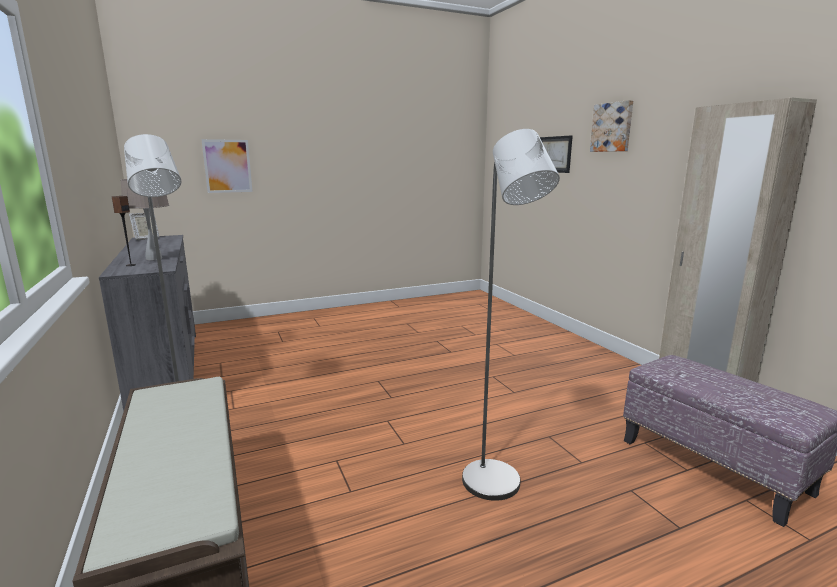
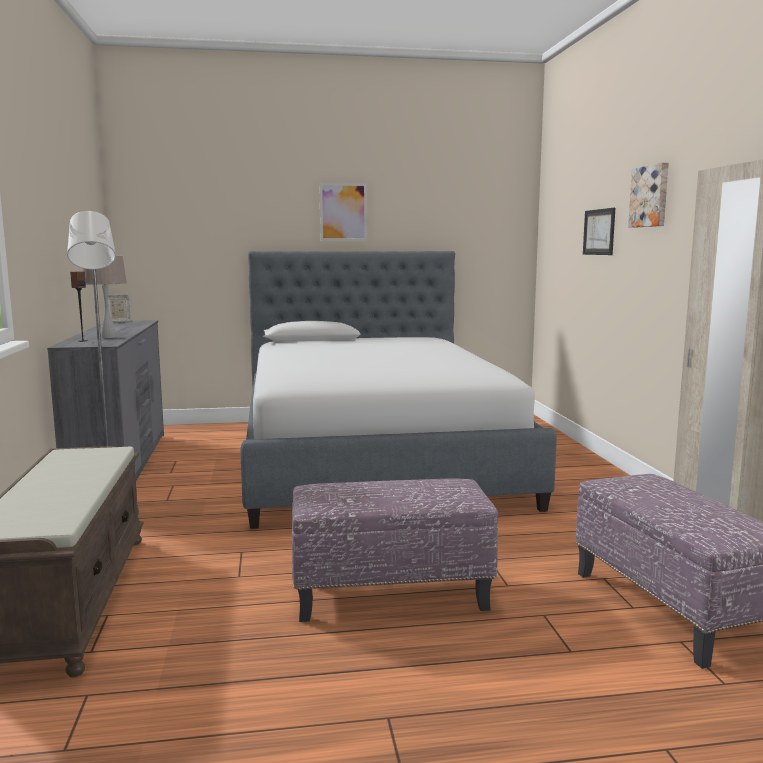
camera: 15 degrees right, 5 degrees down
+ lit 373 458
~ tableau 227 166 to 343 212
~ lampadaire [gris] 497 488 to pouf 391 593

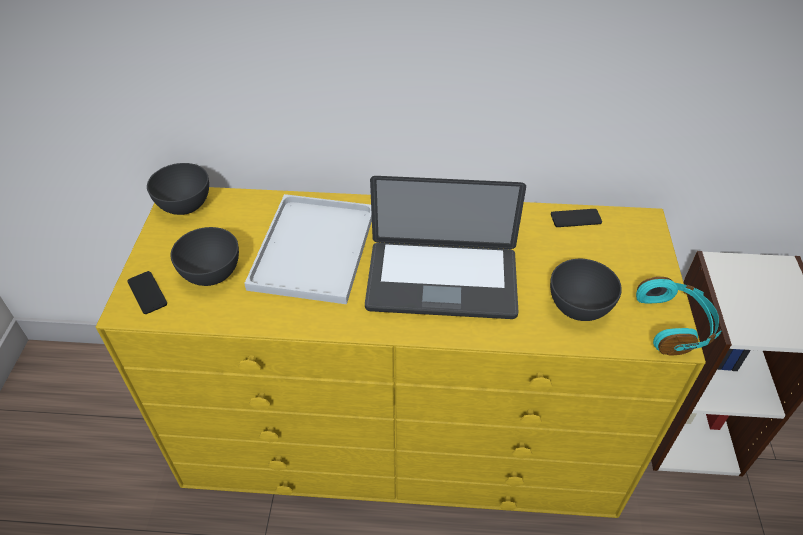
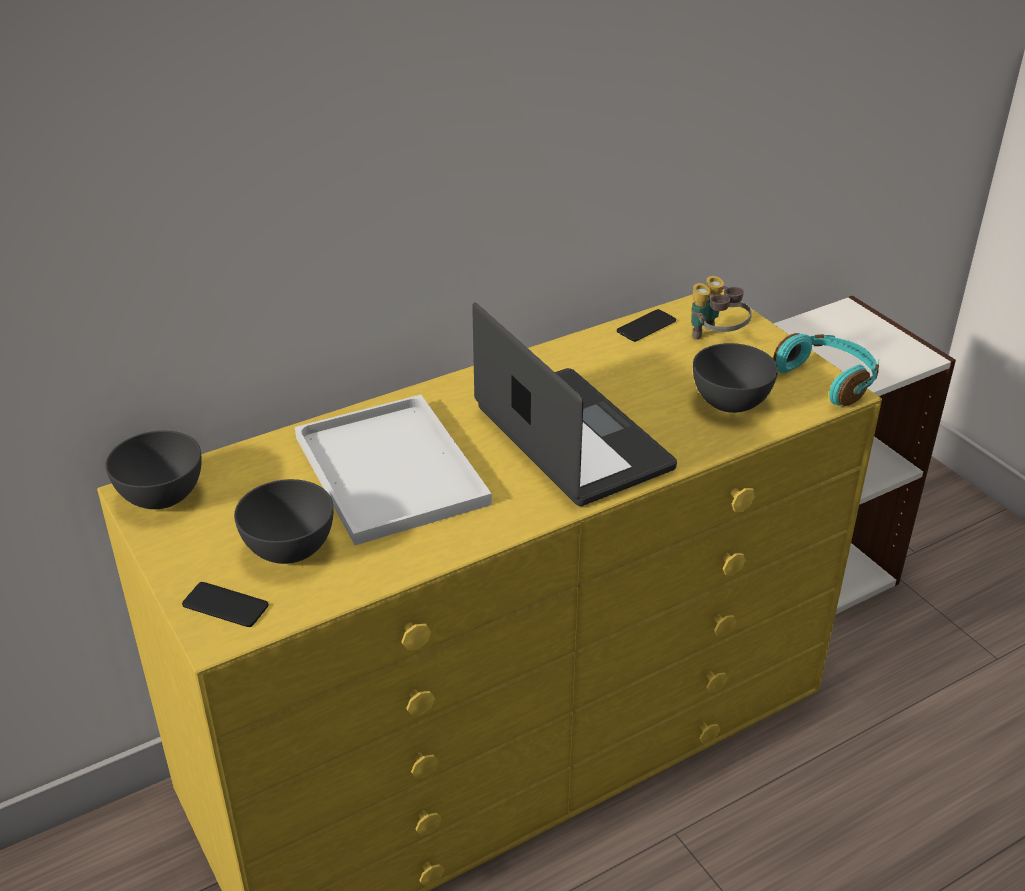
camera: 35 degrees left, 10 degrees down
+ jumelles 715 339
~ ordinateur portable 442 281 = 572 439 90 degrees counterclockwise

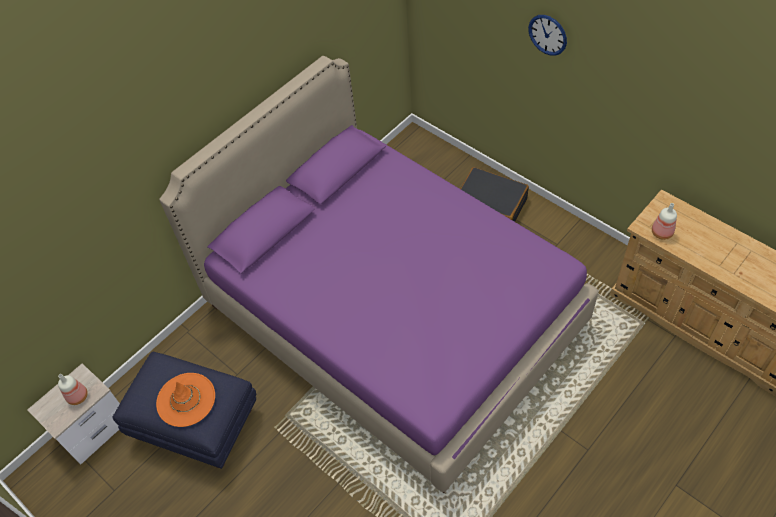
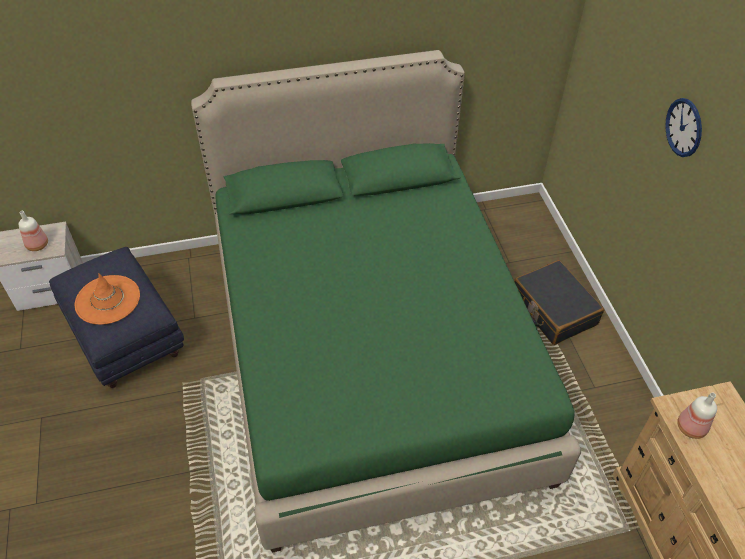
camera: 30 degrees right, 5 degrees down
~ lit [violet] 393 315 to lit [vert] 371 353

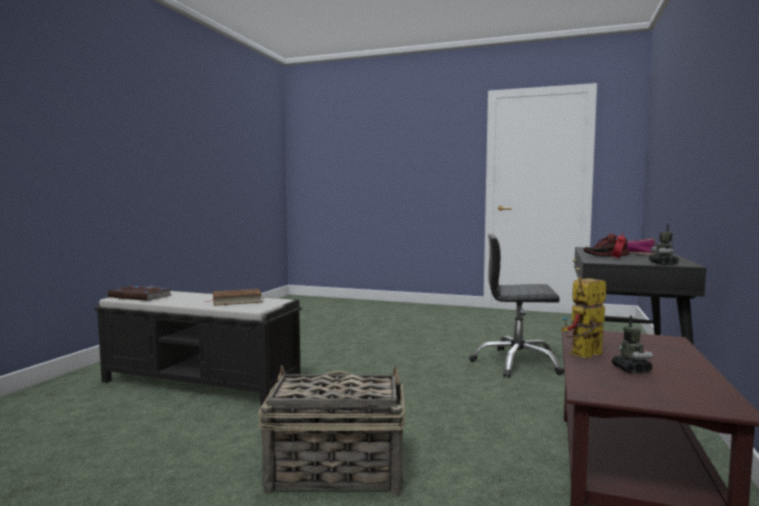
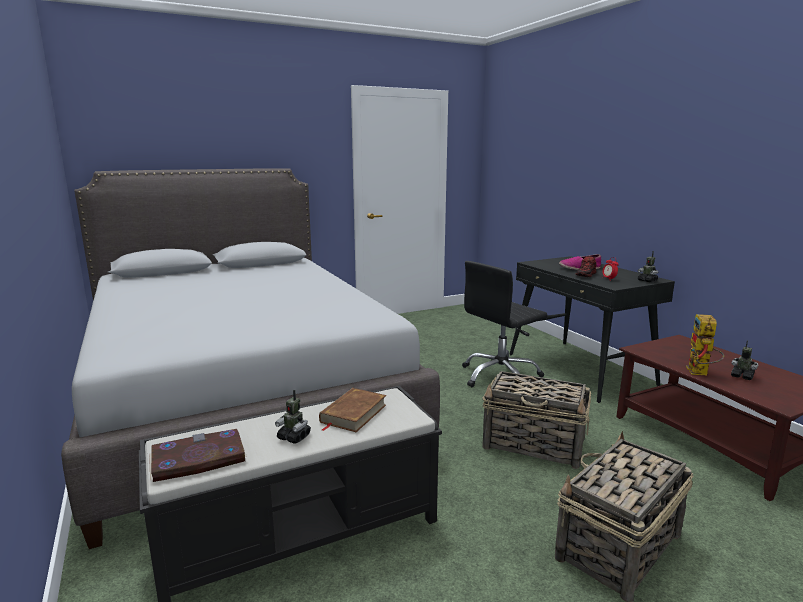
camera: 45 degrees left, 10 degrees up
+ lit [gris] 241 397
+ robot jouet 294 437
+ panier 534 444

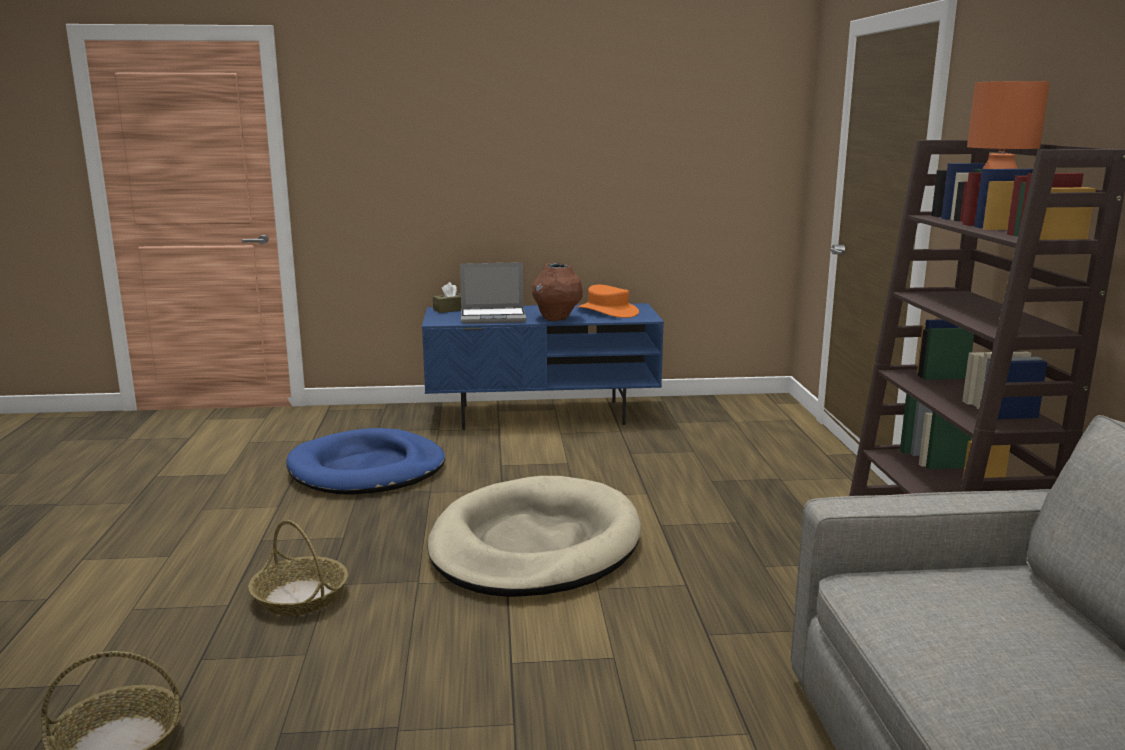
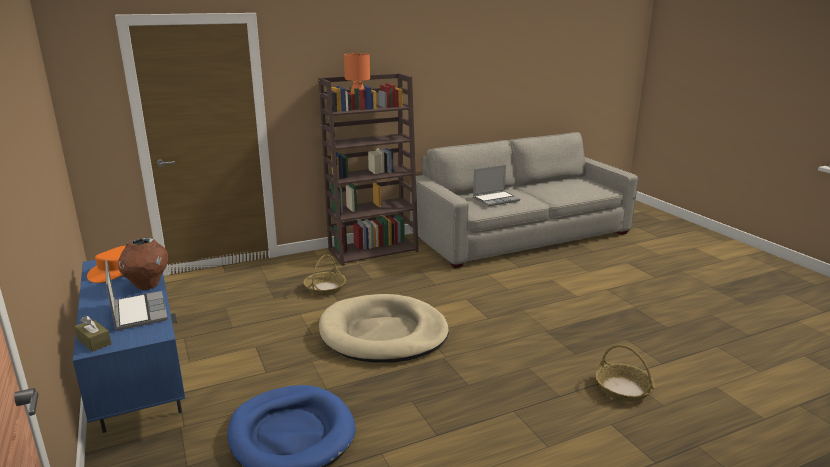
camera: 110 degrees left, 5 degrees up
+ ordinateur portable 496 199
~ panier 301 597 to 325 288

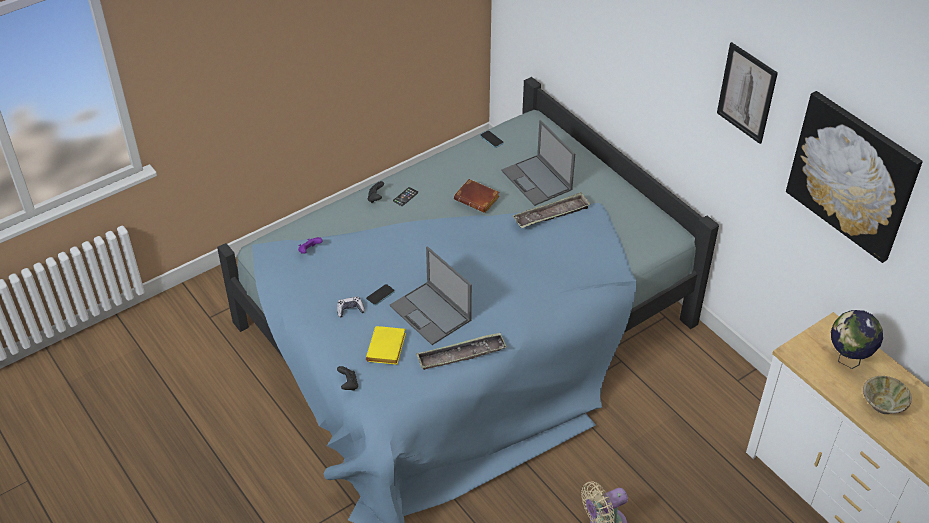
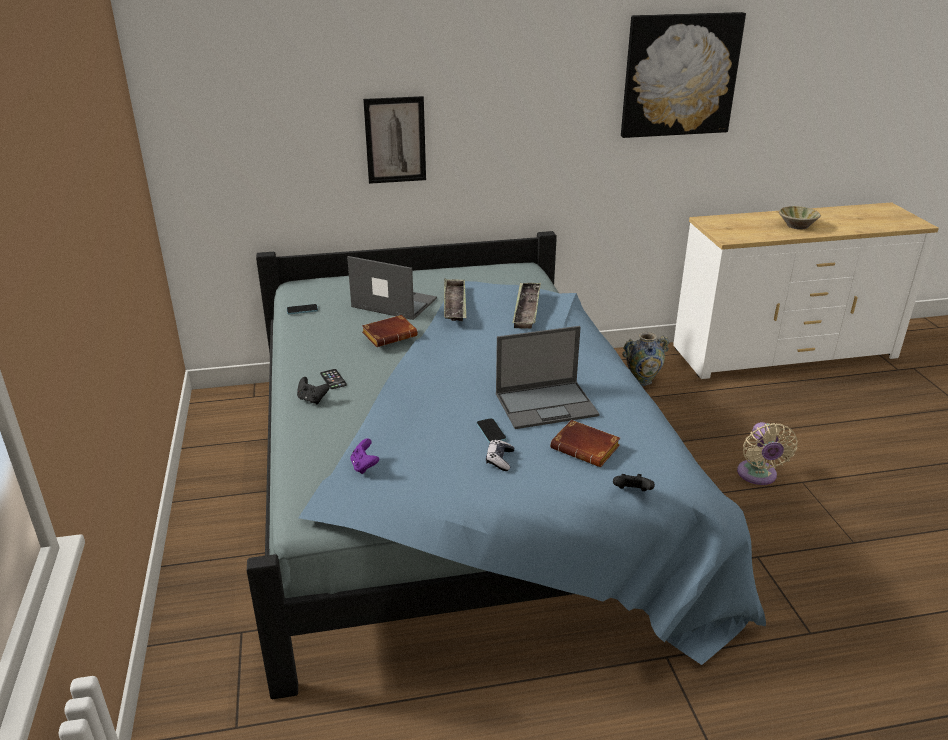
camera: 65 degrees left, 15 degrees down
- globe 848 359
+ vase 642 381
~ plateau 461 355 to 526 309
~ tableau 746 93 to 395 140
~ livre [jaune] 387 349 to livre [marron] 587 448
~ ordinateur portable 537 180 = 393 303 150 degrees counterclockwise

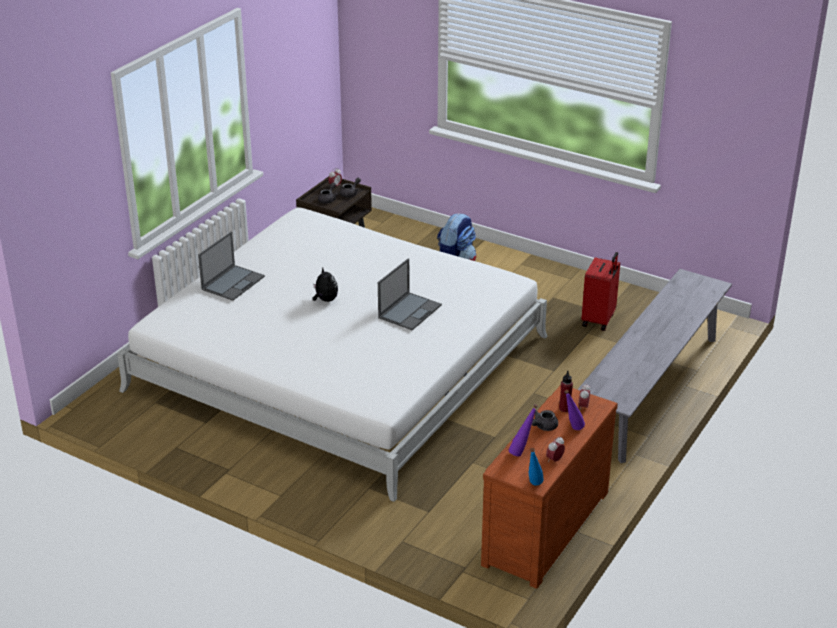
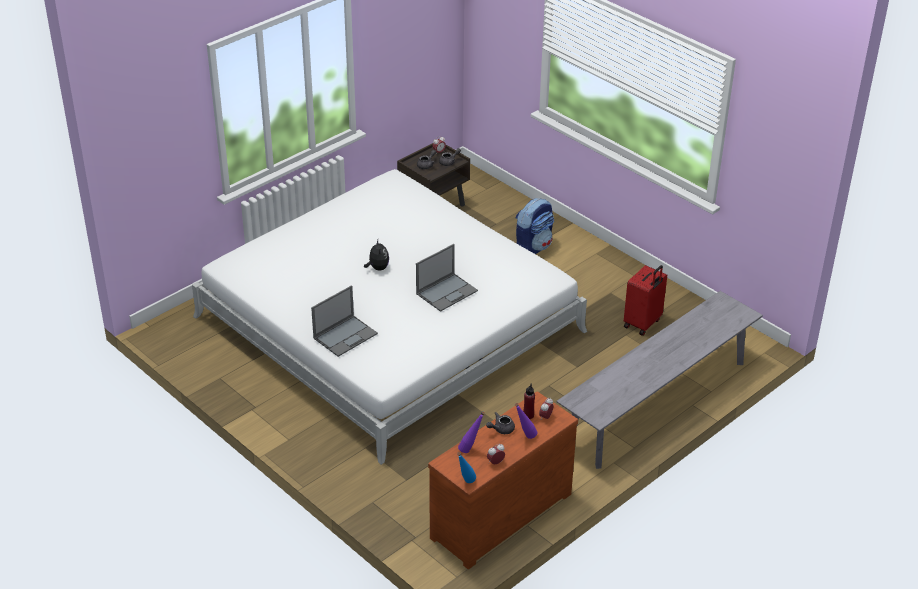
camera: 15 degrees right, 5 degrees up
~ ordinateur portable 233 282 to 345 335

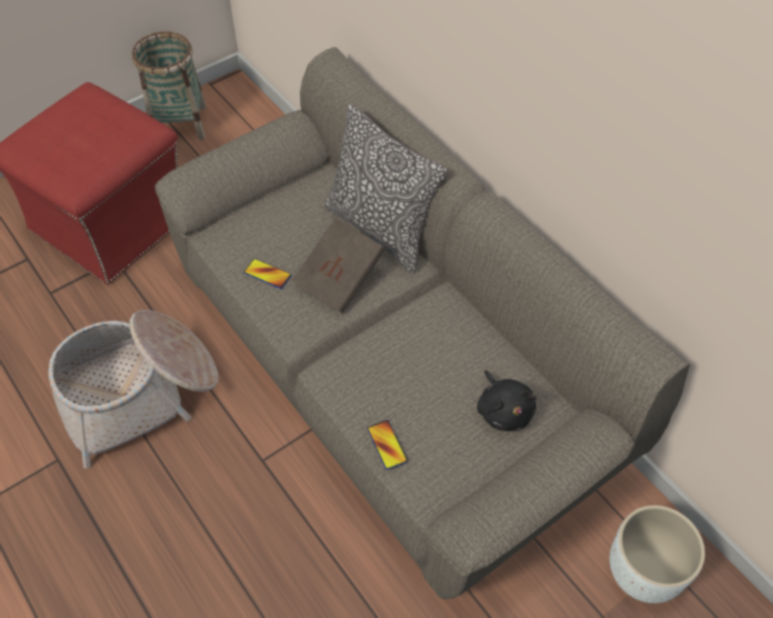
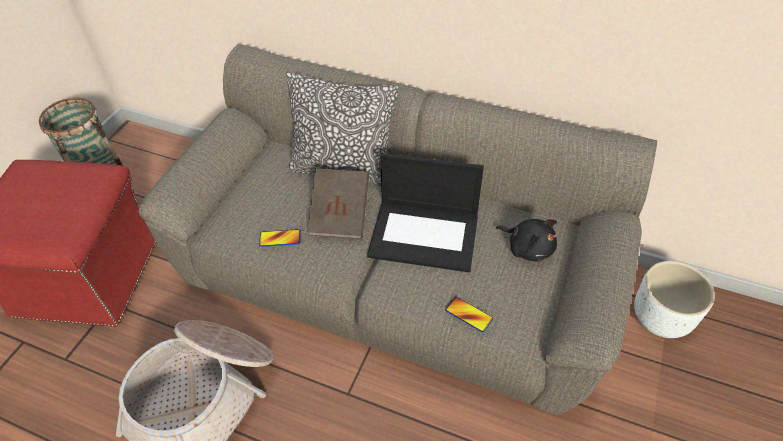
camera: 30 degrees left, 5 degrees down
+ ordinateur portable 425 235

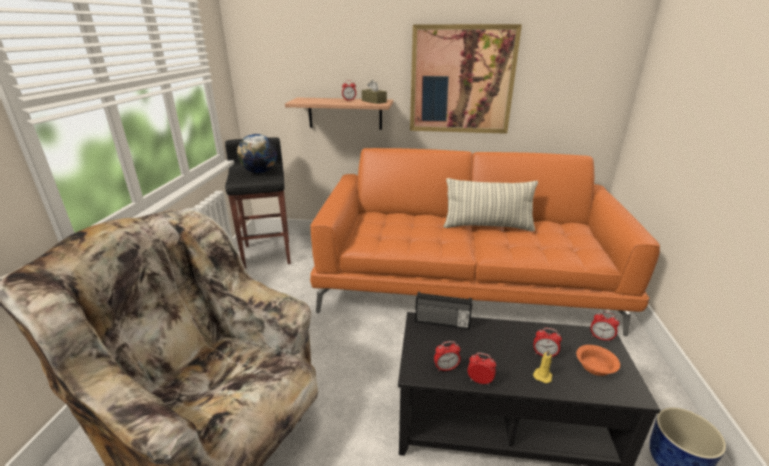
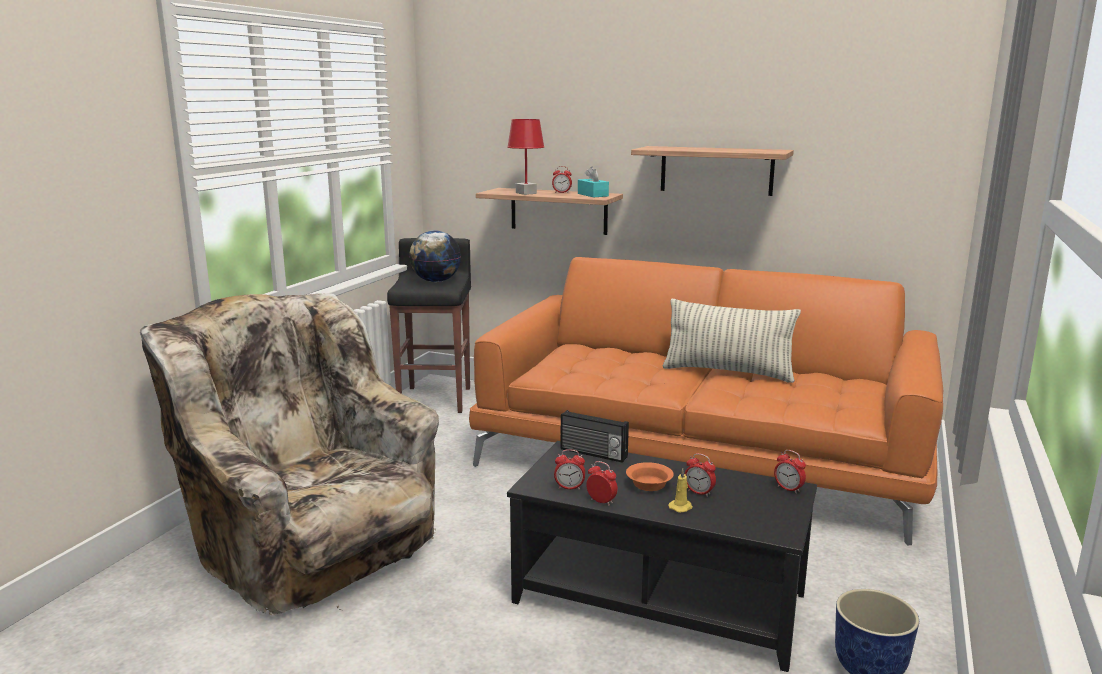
camera: 15 degrees right, 10 degrees down
+ lampe de table [rouge] 525 193
~ bol [orange] 594 366 to 648 485
~ tableau 461 80 to étagère 716 170
~ boîte à mouchoirs [marron] 374 101 to boîte à mouchoirs [turquoise] 592 195

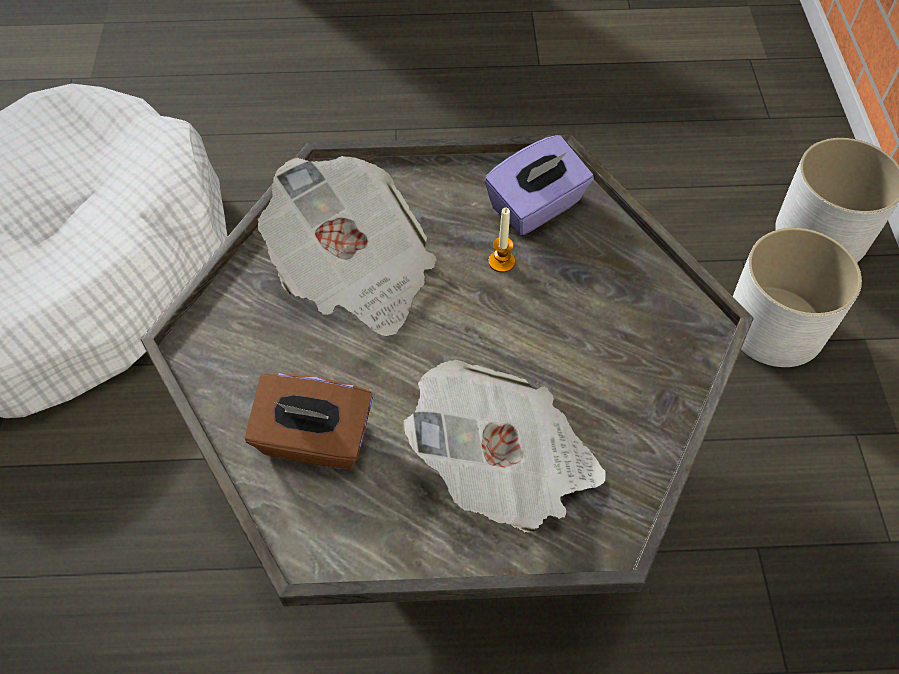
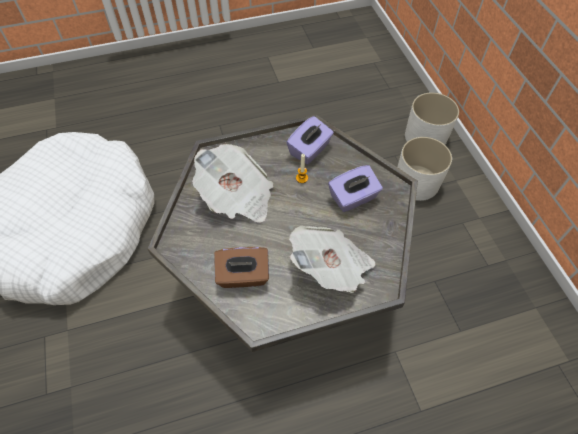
camera: 15 degrees left, 0 degrees up
+ boîte à mouchoirs [violet] 353 198

